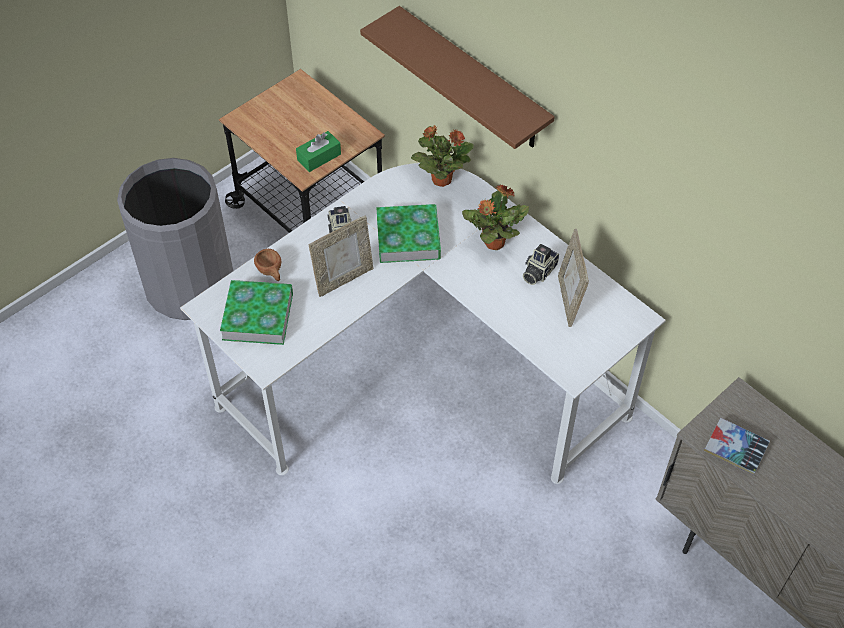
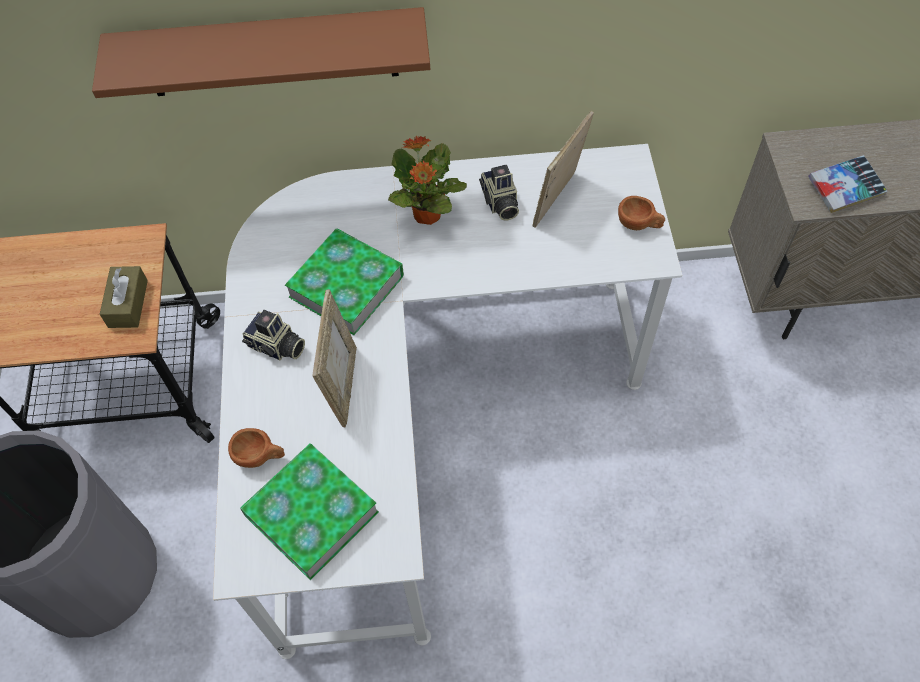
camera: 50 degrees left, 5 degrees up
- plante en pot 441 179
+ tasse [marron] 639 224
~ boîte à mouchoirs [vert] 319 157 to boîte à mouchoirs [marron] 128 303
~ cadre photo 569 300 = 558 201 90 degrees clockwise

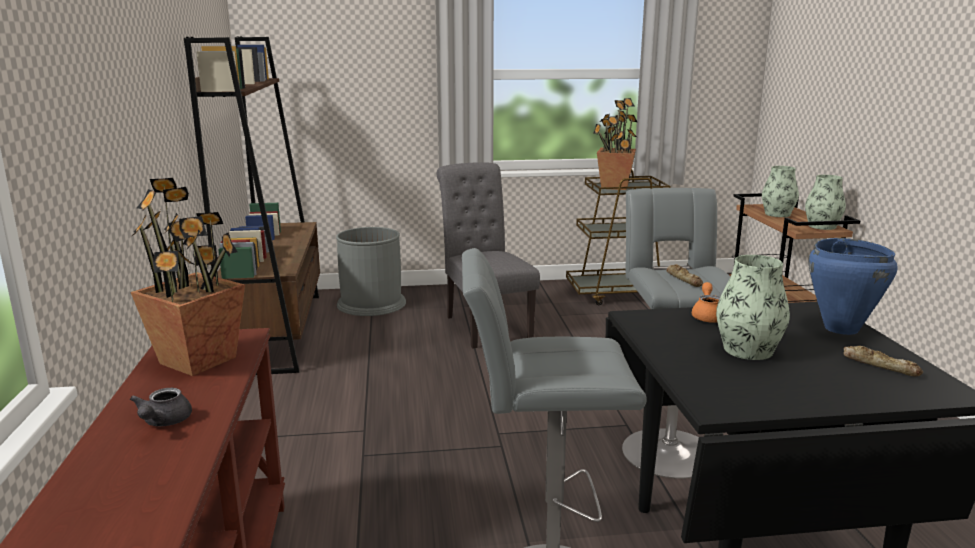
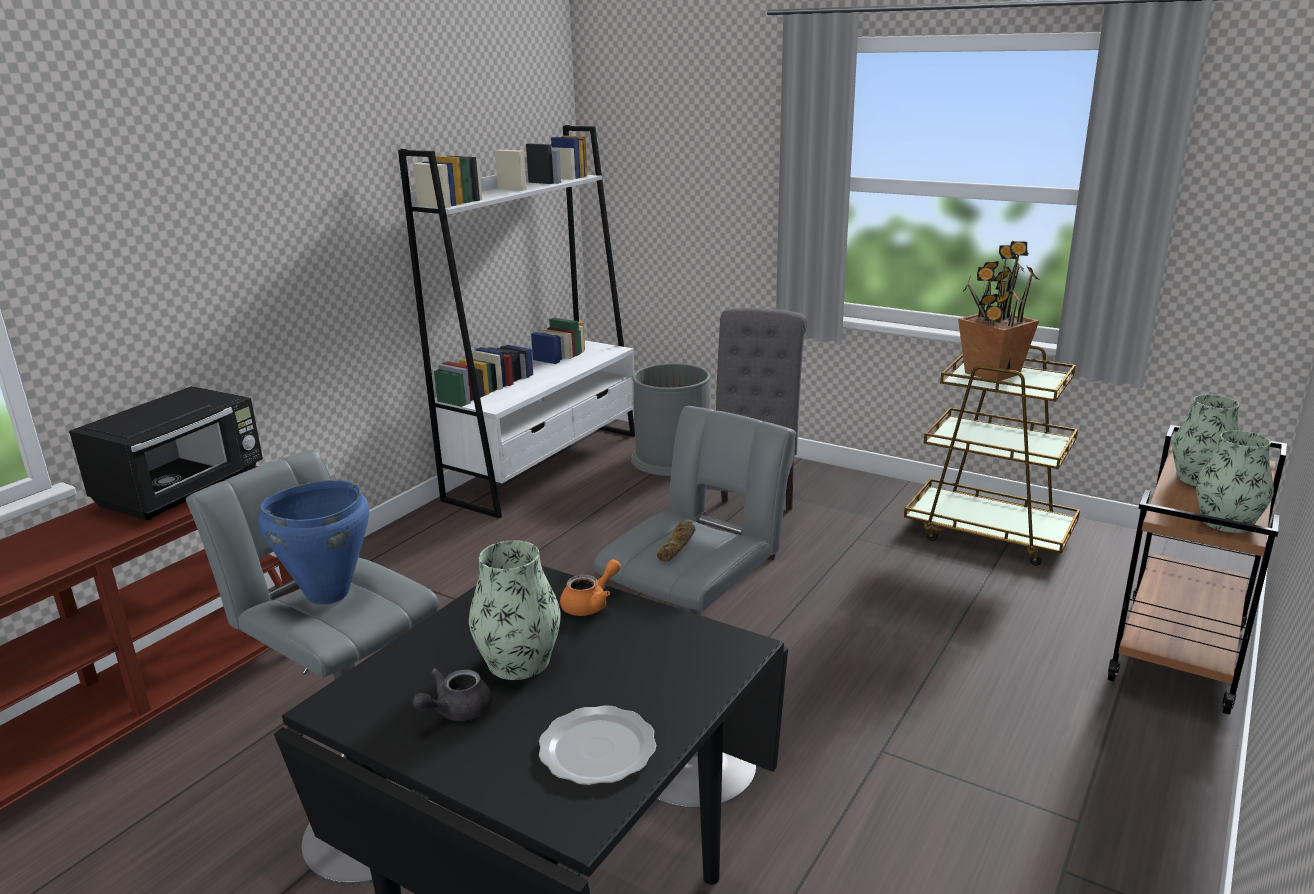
camera: 40 degrees right, 5 degrees up
~ théière [gris] 163 422 to 456 711
~ marmite [bleu] 840 329 to 327 594
~ plante en pot 199 360 to micro-ondes [noir] 184 490
~ pain 880 365 to assiette 596 748
~ bibliothèque [marron] 278 331 to bibliothèque [blanc] 545 465

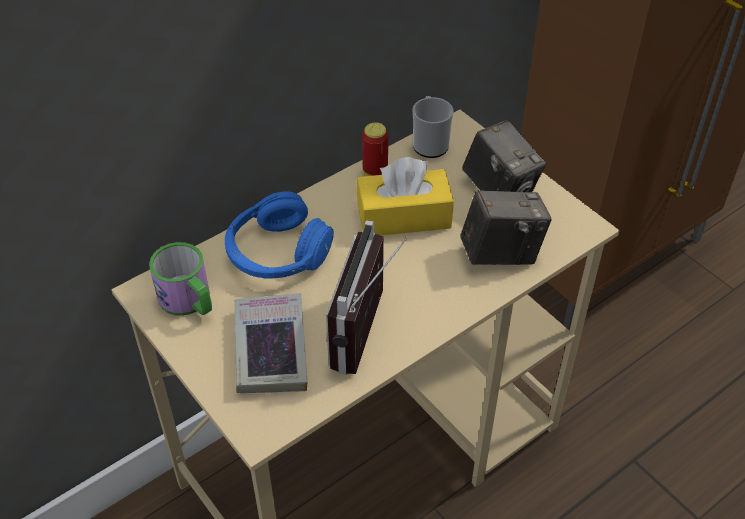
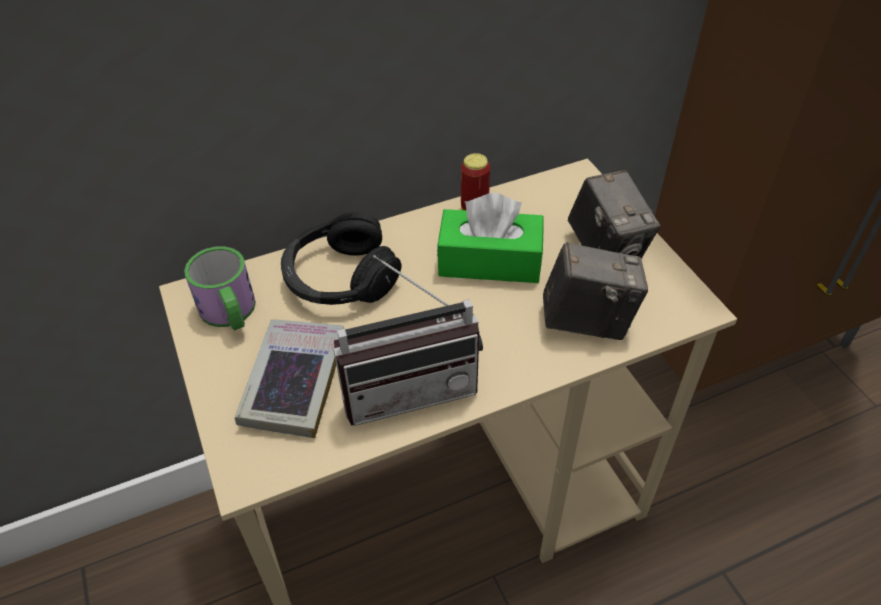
camera: 15 degrees right, 0 degrees up
- mug 430 143
~ casque audio [bleu] 277 253 to casque audio [noir] 340 278
~ boîte à mouchoirs [jaune] 404 216 to boîte à mouchoirs [vert] 490 261
~ radio 370 334 = 409 386 135 degrees counterclockwise

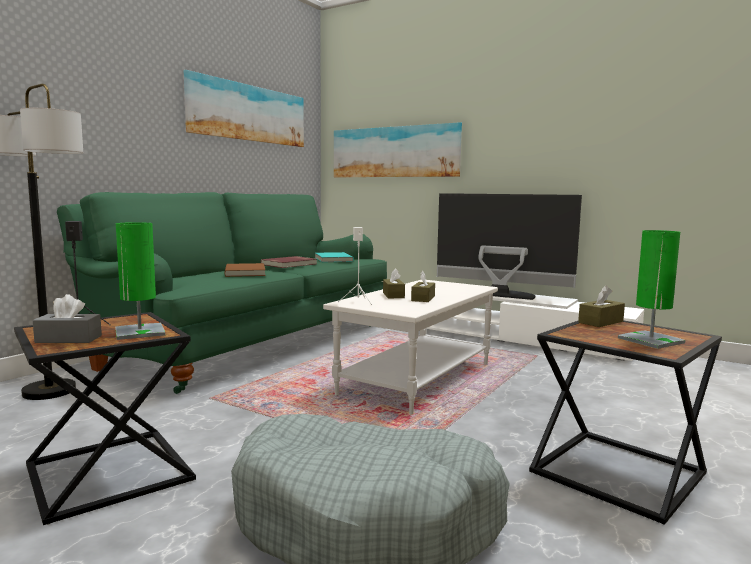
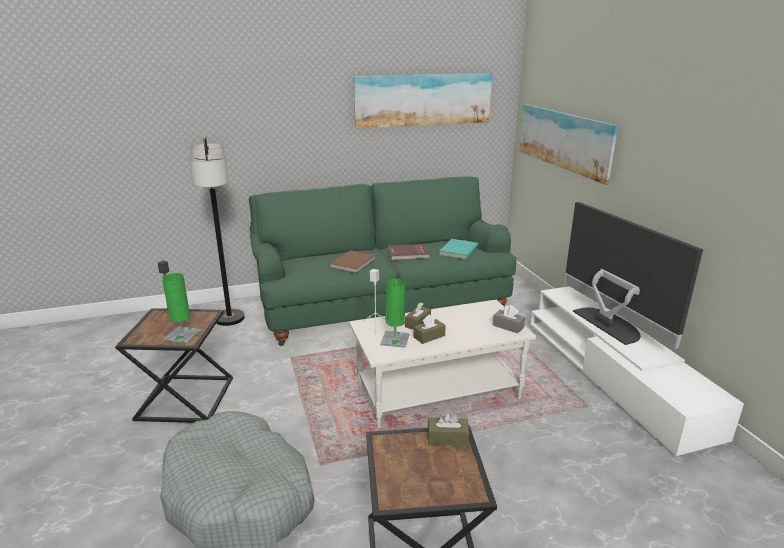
camera: 40 degrees right, 15 degrees up
~ boîte à mouchoirs [gris] 69 339 to 508 326
~ lampe de table [vert] 650 340 to 395 339

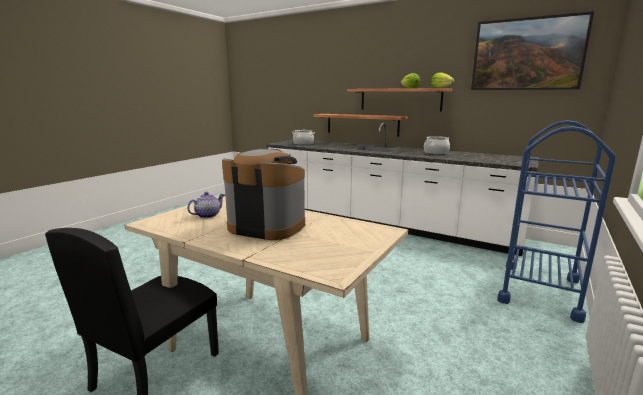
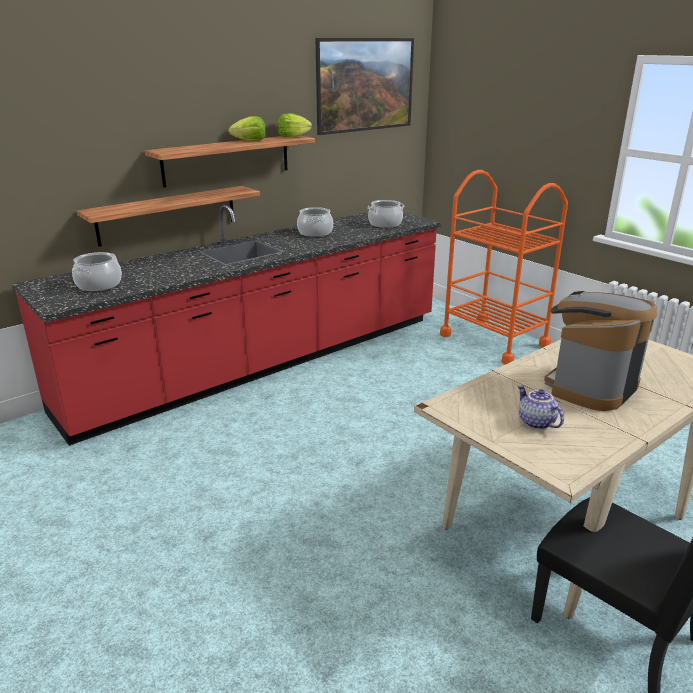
camera: 70 degrees left, 10 degrees up
+ marmite 385 224
~ comptoir de cuisine [blanc] 383 223 to comptoir de cuisine [rouge] 264 363
~ chariot [bleu] 540 290 to chariot [orange] 494 340

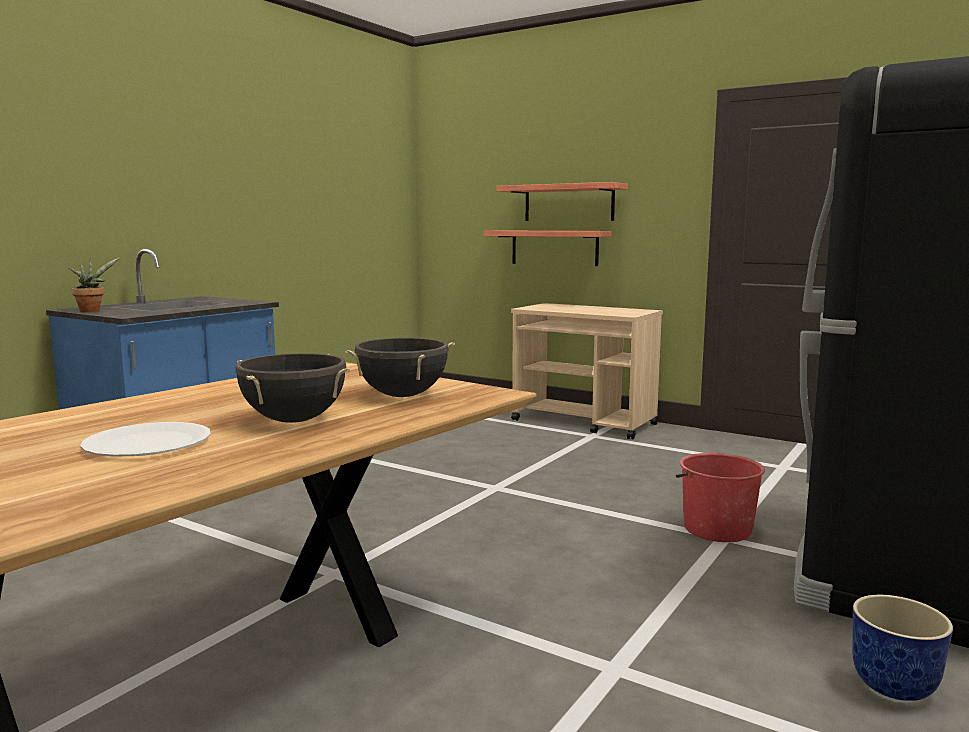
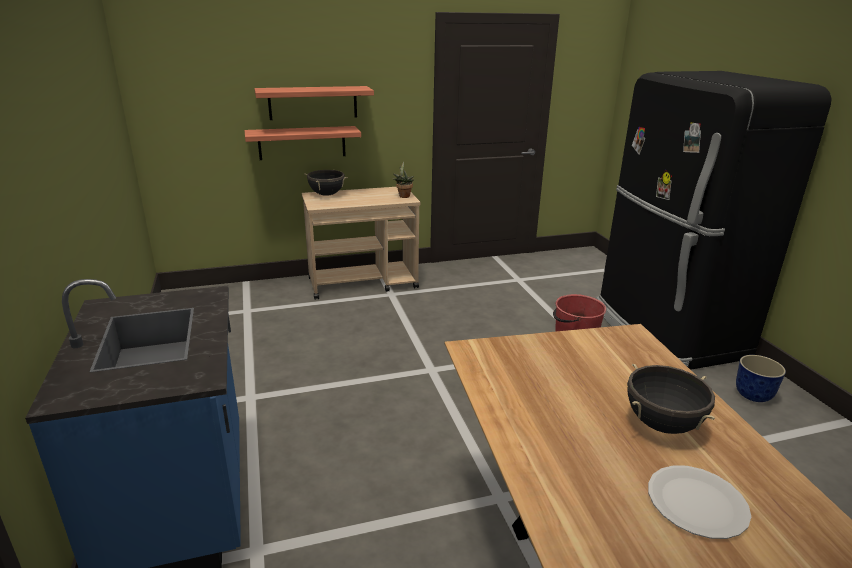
camera: 50 degrees left, 15 degrees up
~ plante en pot 92 311 to 403 196
~ marmite [noir] 402 396 to 326 194

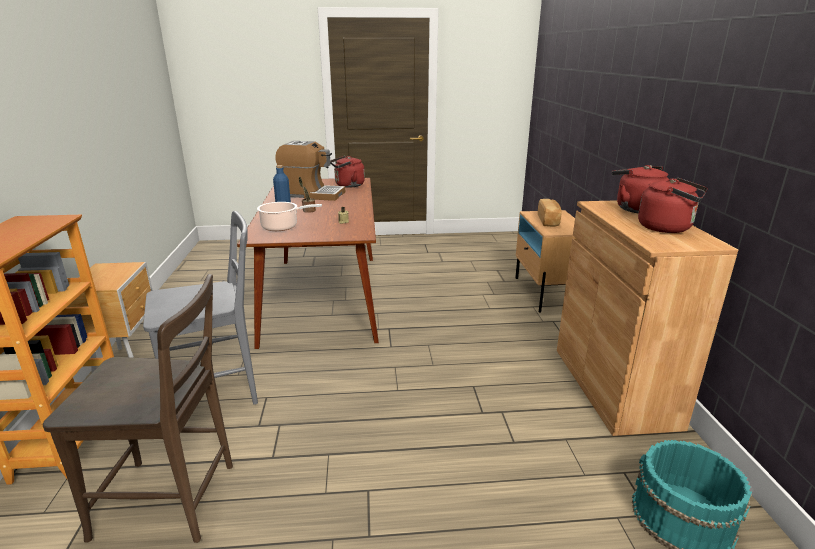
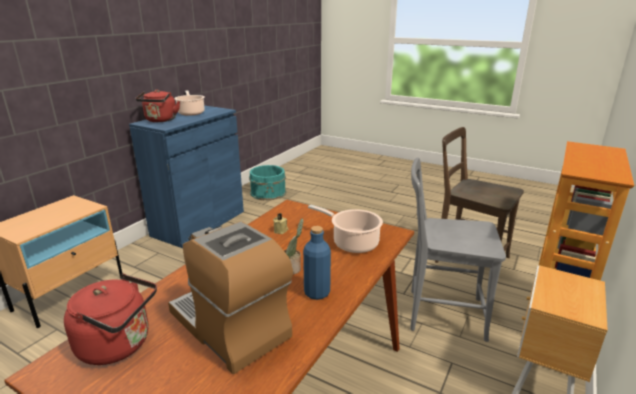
camera: 145 degrees left, 0 degrees up
- pain 549 221
~ bouilloire [rouge] 668 228 to marmite 191 112
~ meuble de rangement [marron] 614 386 to meuble de rangement [bleu] 199 223

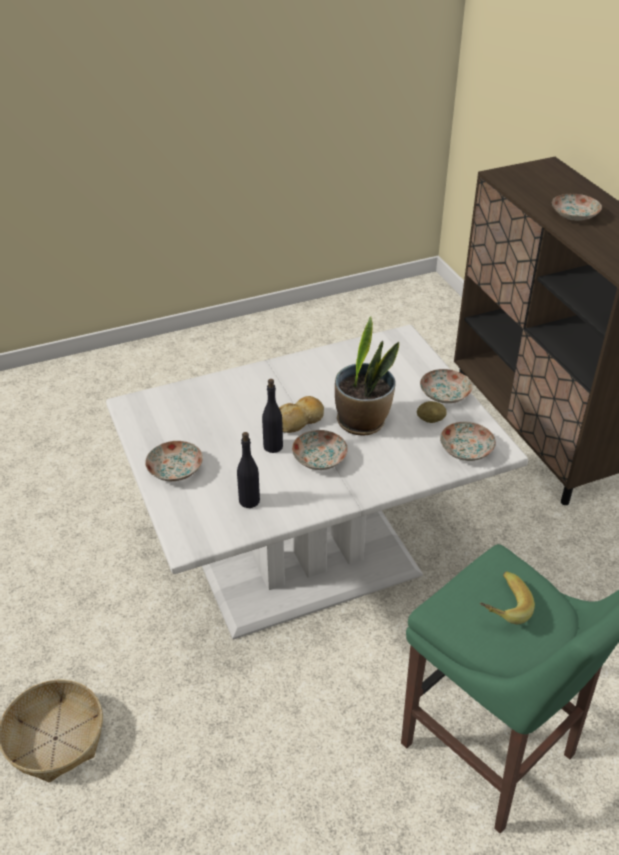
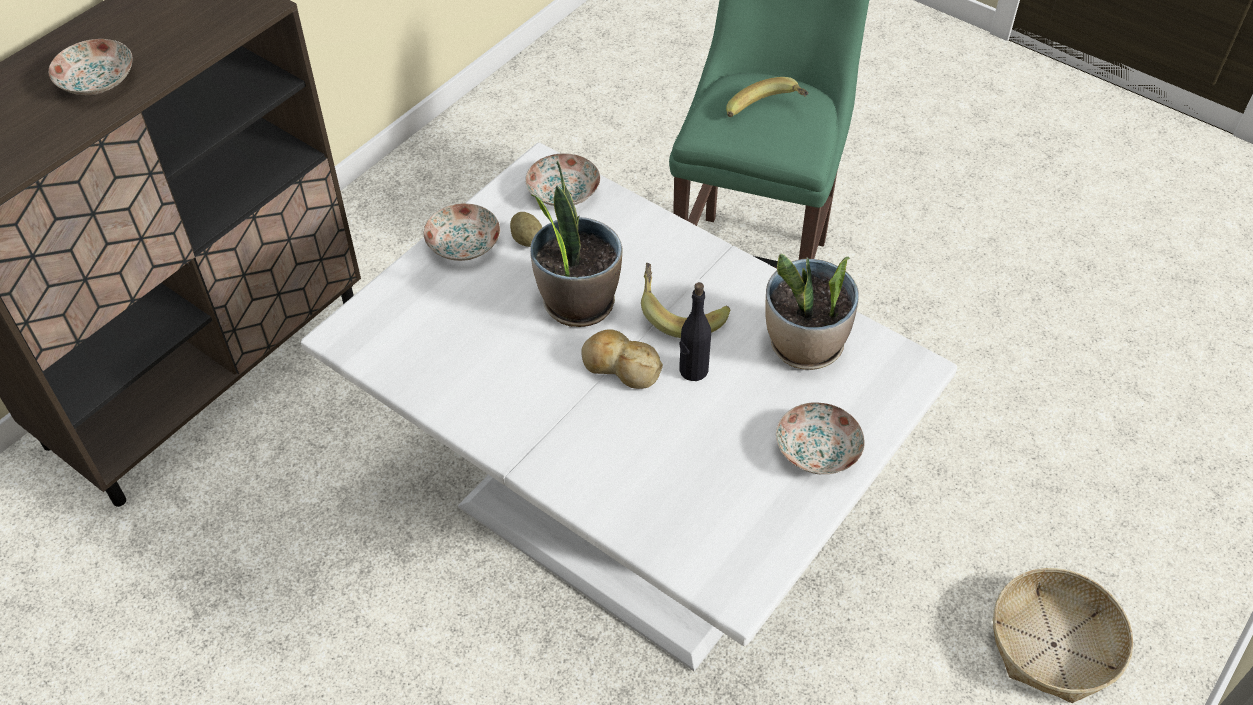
camera: 120 degrees left, 10 degrees up
~ bouteille [noir] 249 500 to plante en pot 804 346
~ assiette 320 459 to banane 680 313

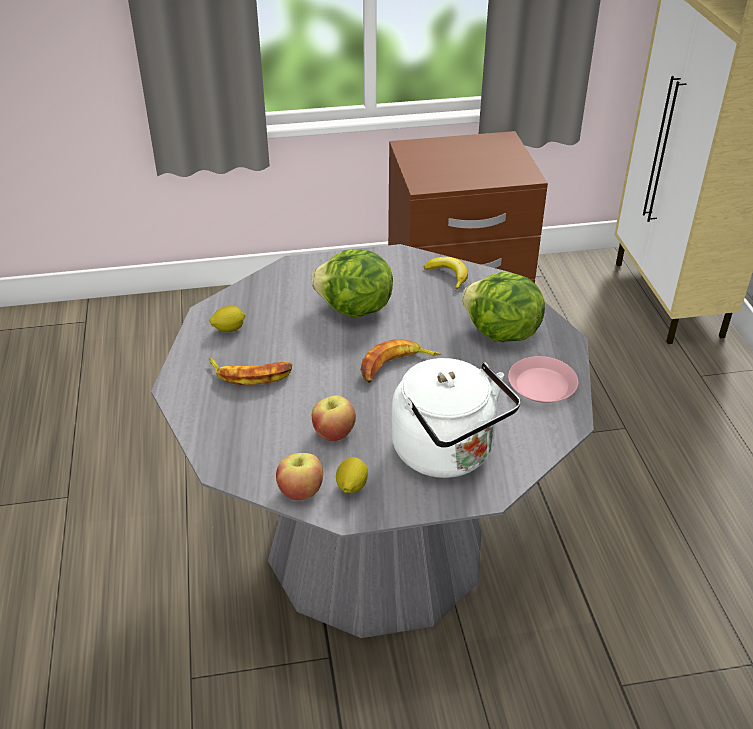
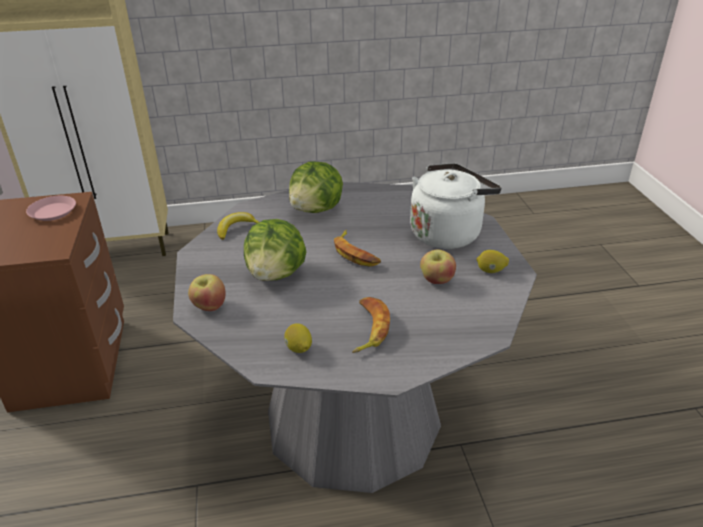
camera: 90 degrees left, 5 degrees down
~ pomme 301 490 to 209 306
~ assiette [rose] 542 385 to 53 212

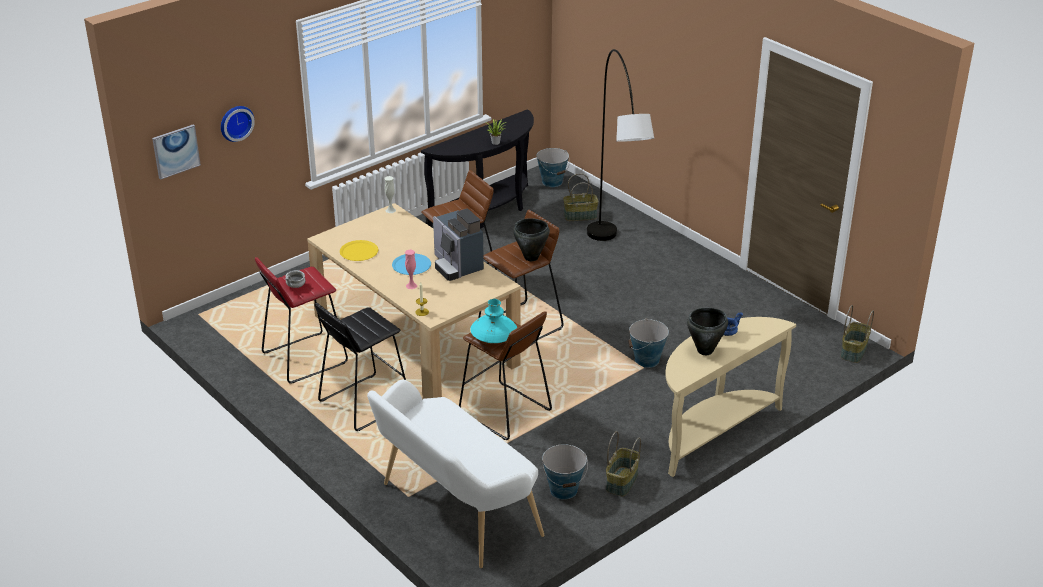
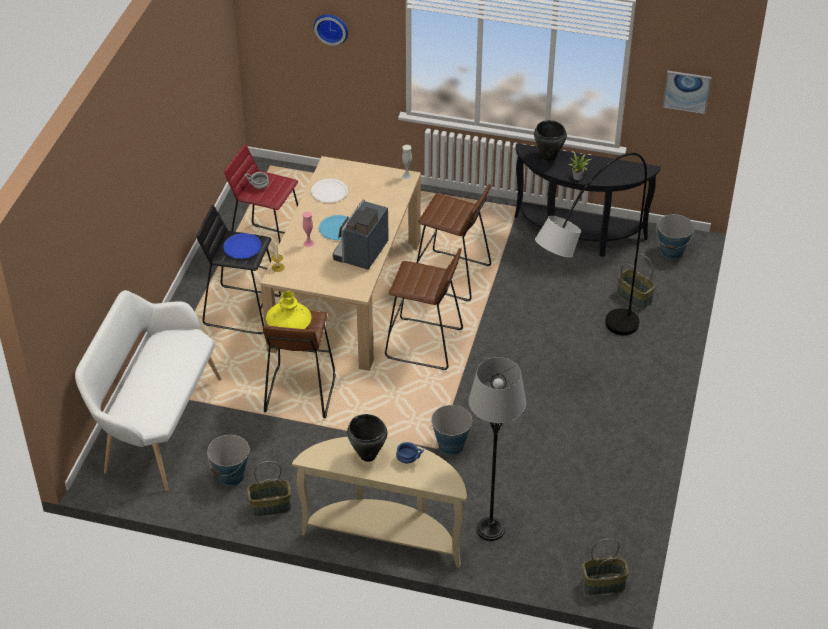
camera: 55 degrees right, 10 degrees up
+ assiette [bleu] 242 247
+ lampadaire [gris] 490 529
~ tableau 176 151 to 686 91
~ marmite [noir] 531 258 to 548 157
~ assiette [jaune] 359 251 to assiette [blanc] 329 191
~ vase [turquoise] 494 336 to vase [jaune] 289 324

